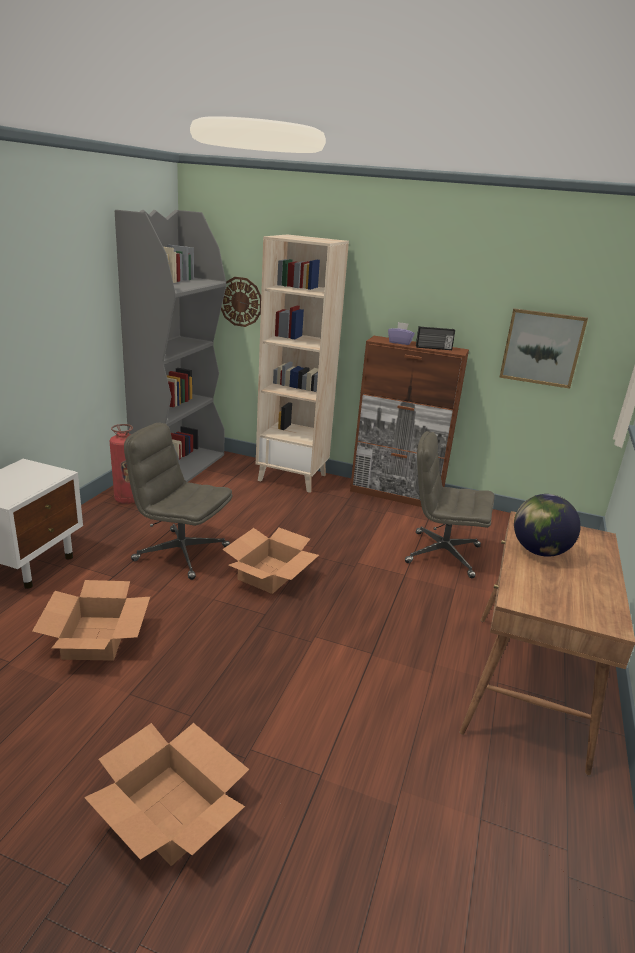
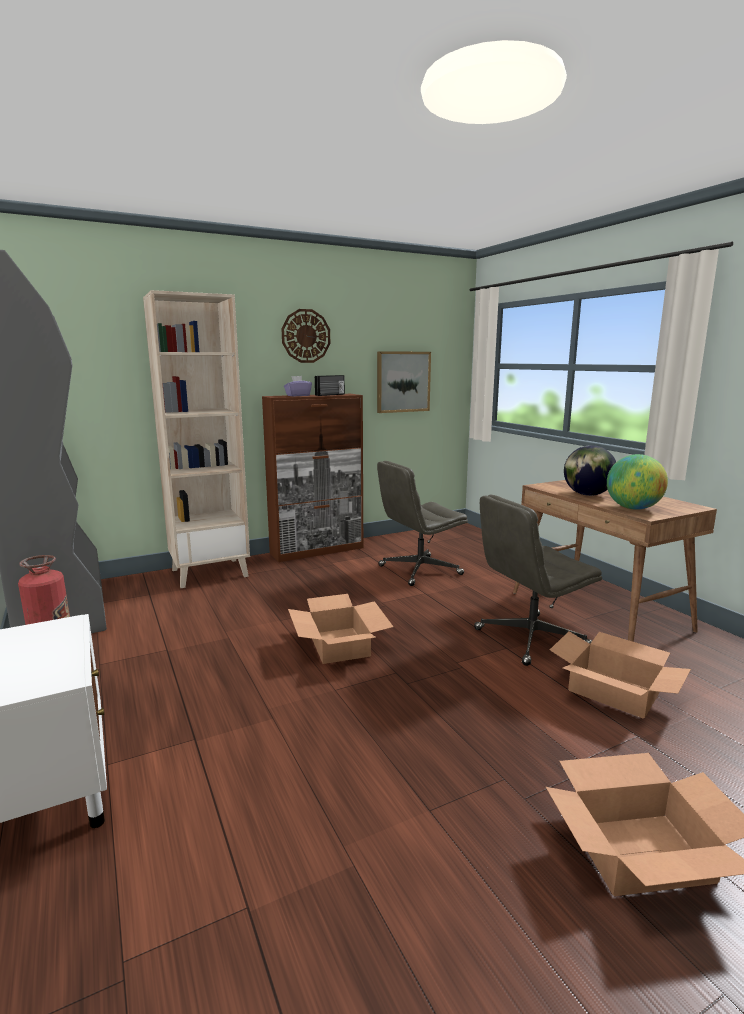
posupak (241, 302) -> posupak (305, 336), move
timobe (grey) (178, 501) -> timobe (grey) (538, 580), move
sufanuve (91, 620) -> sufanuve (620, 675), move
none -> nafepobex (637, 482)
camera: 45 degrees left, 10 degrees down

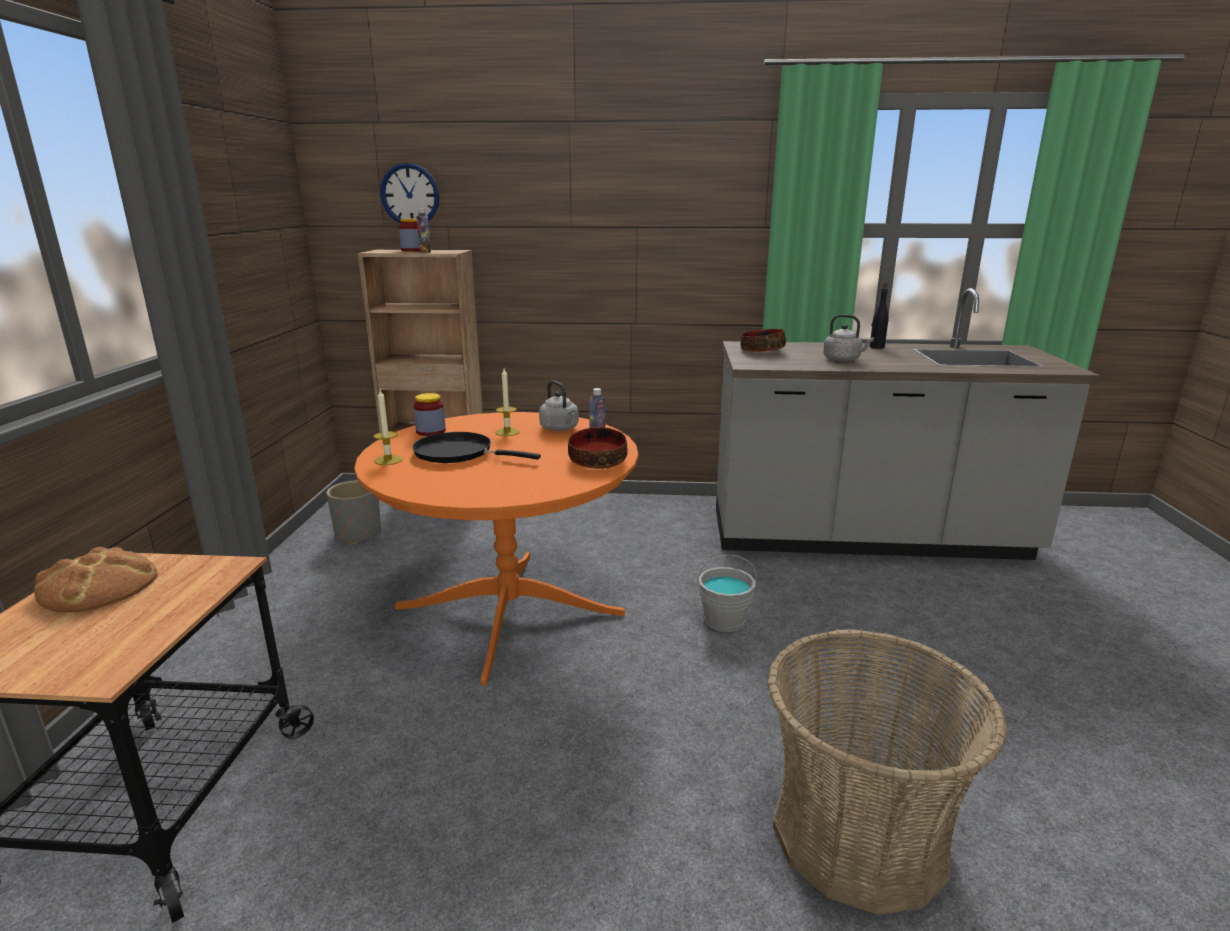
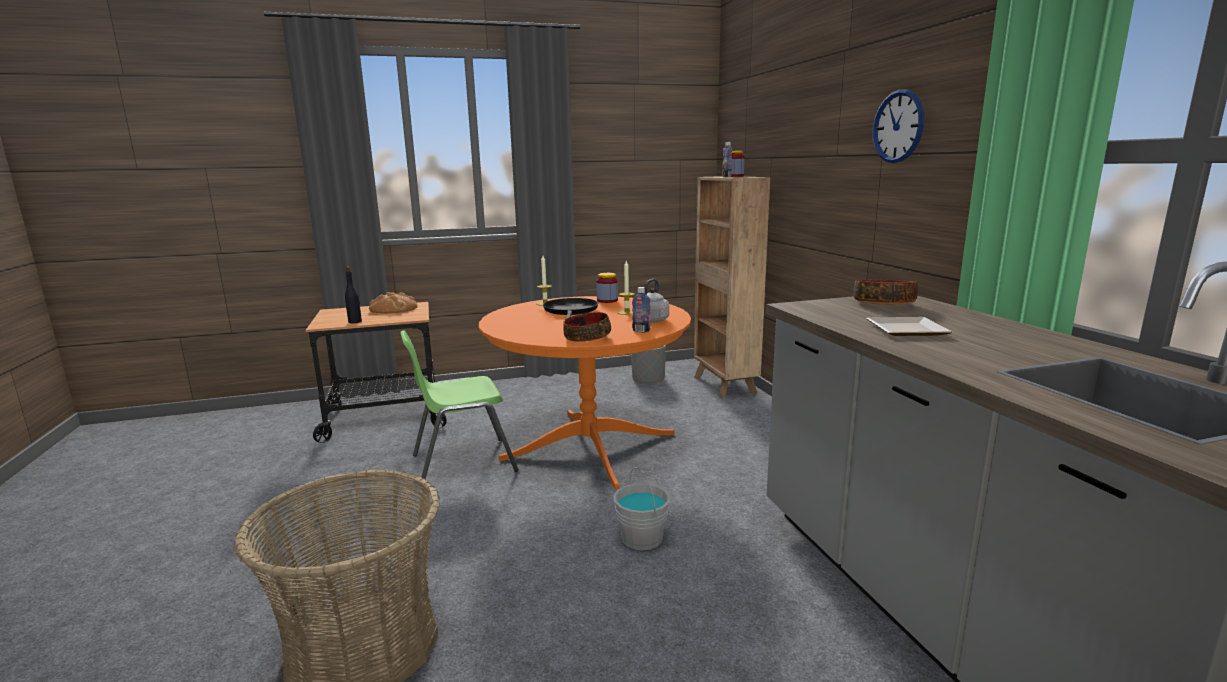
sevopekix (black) (879, 316) -> sevopekix (black) (353, 295), move
none -> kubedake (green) (460, 408)
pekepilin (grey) (848, 338) -> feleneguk (909, 326)
posupak (409, 193) -> posupak (898, 126), move
camera: 70 degrees right, 5 degrees down

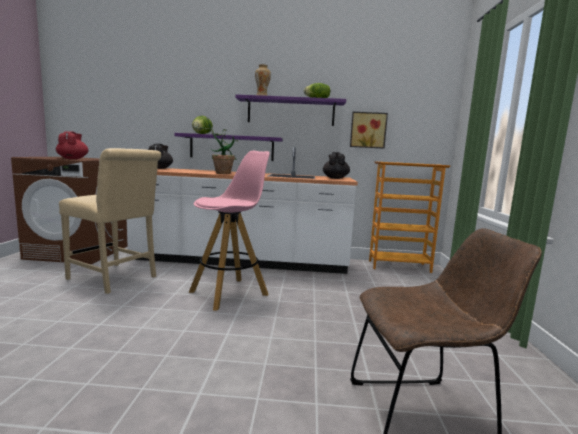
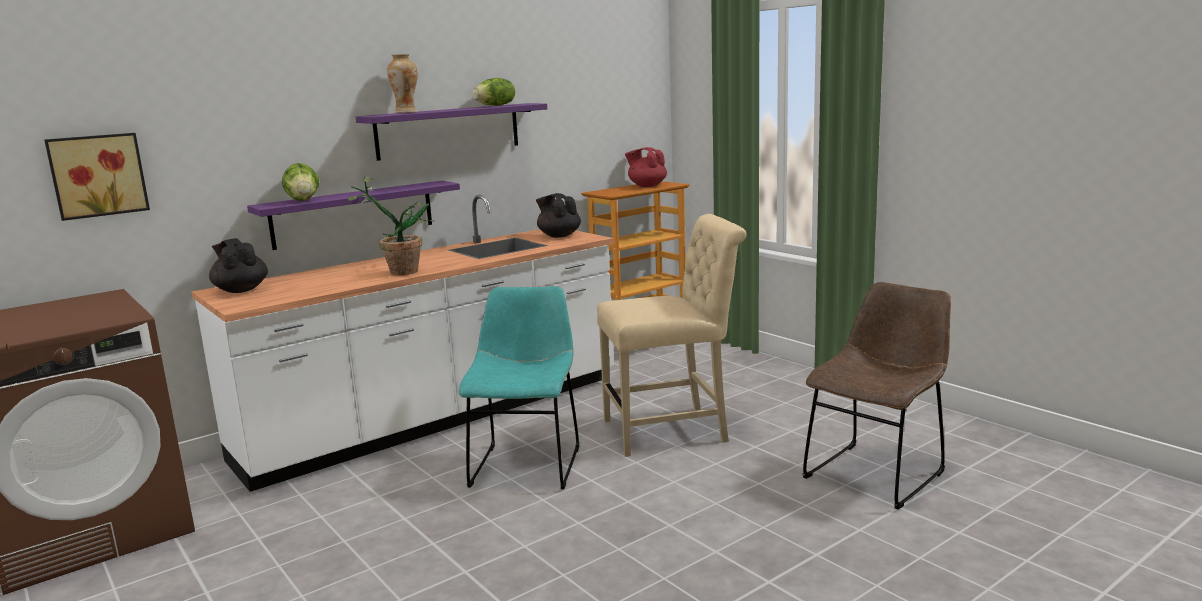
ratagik (369, 130) -> ratagik (97, 177), move
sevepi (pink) (229, 231) -> kubedake (turquoise) (519, 387)
kubedake (beige) (110, 221) -> kubedake (beige) (672, 335), move
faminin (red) (72, 145) -> faminin (red) (646, 167), move
camera: 40 degrees left, 5 degrees up

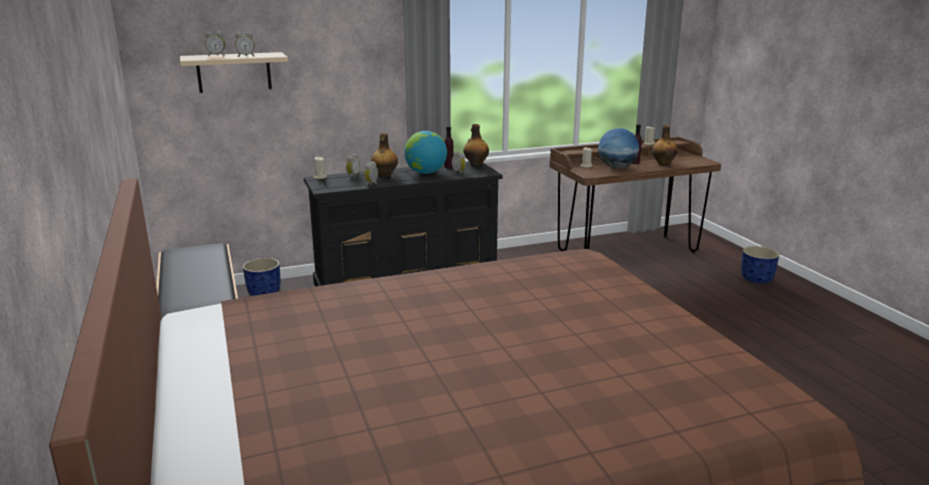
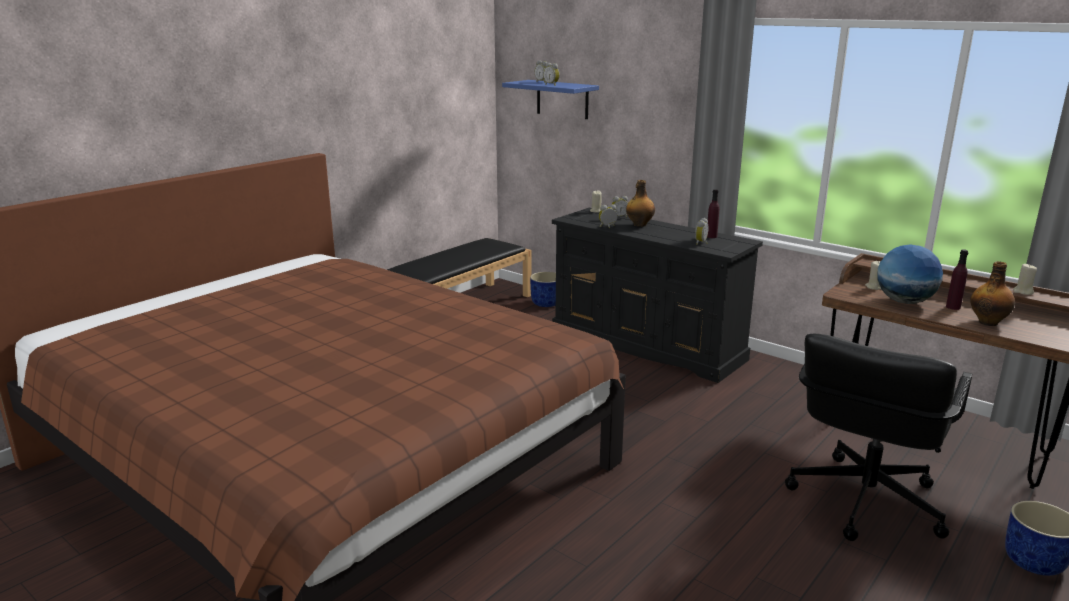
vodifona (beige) (234, 72) -> vodifona (blue) (550, 99)
none -> timobe (black) (878, 437)
nafepobex (425, 152) -> none
sevopekix (476, 145) -> none
camera: 60 degrees right, 0 degrees up

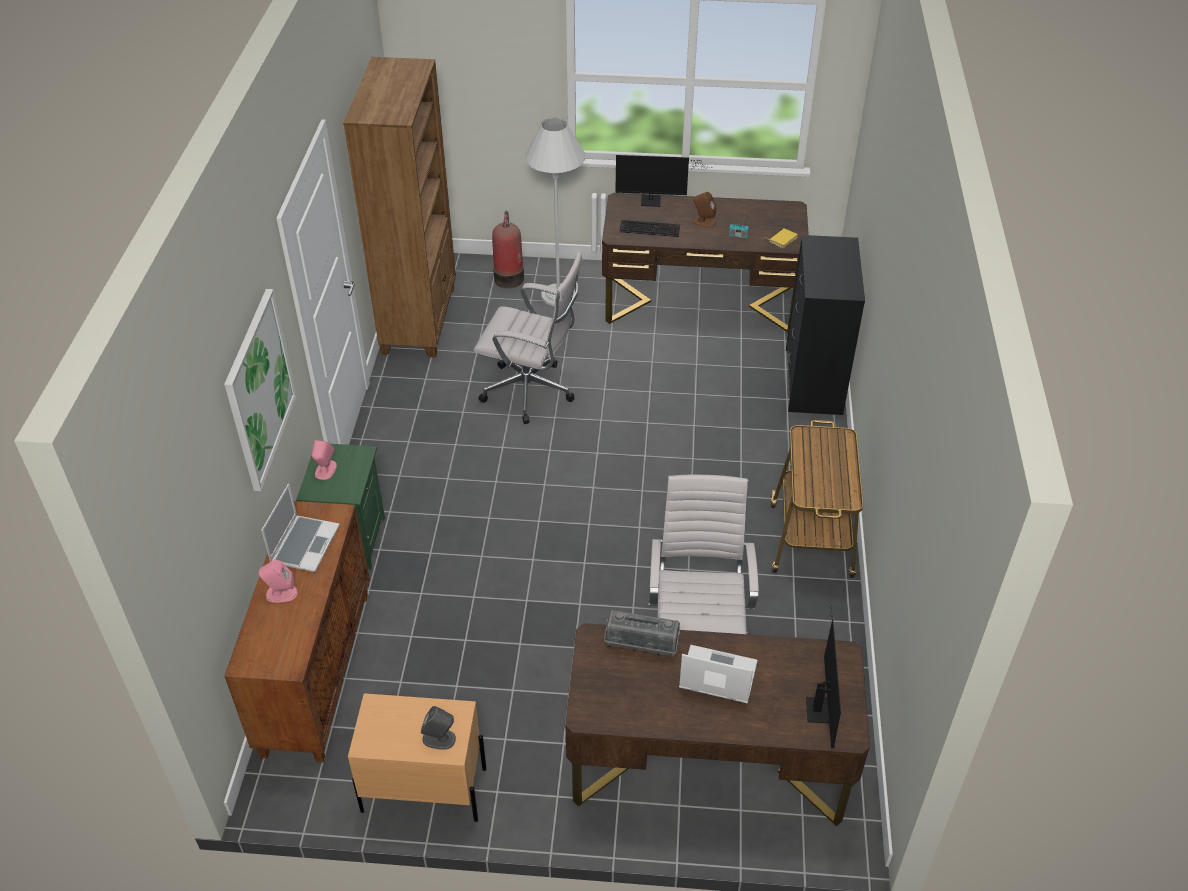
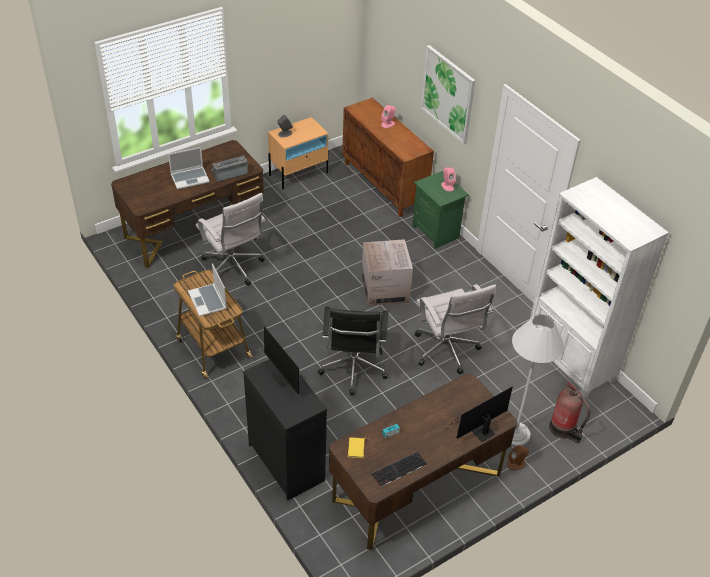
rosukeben (300, 528) -> rosukeben (207, 290), move
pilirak (823, 678) -> pilirak (286, 360), move
none -> timobe (black) (353, 351)
none -> sufanuve (387, 272)
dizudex (649, 228) -> dizudex (399, 469), move
timobe (white) (528, 338) -> timobe (white) (455, 329), 90 degrees counterclockwise
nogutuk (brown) (704, 209) -> nogutuk (brown) (518, 457), move
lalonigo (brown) (399, 207) -> lalonigo (white) (599, 288)
camera: 140 degrees right, 0 degrees up

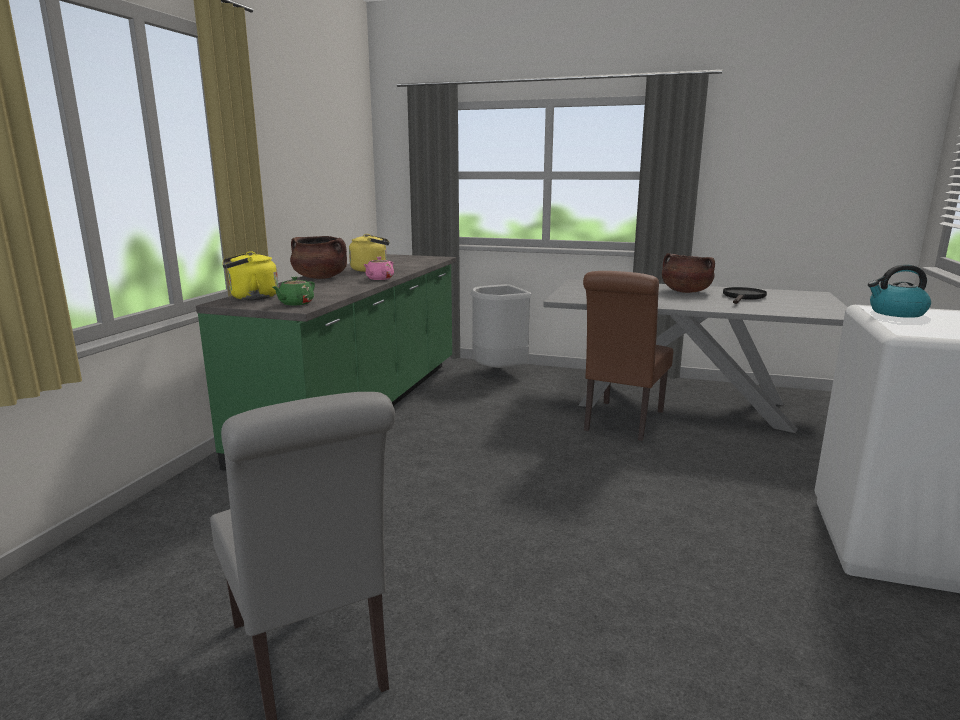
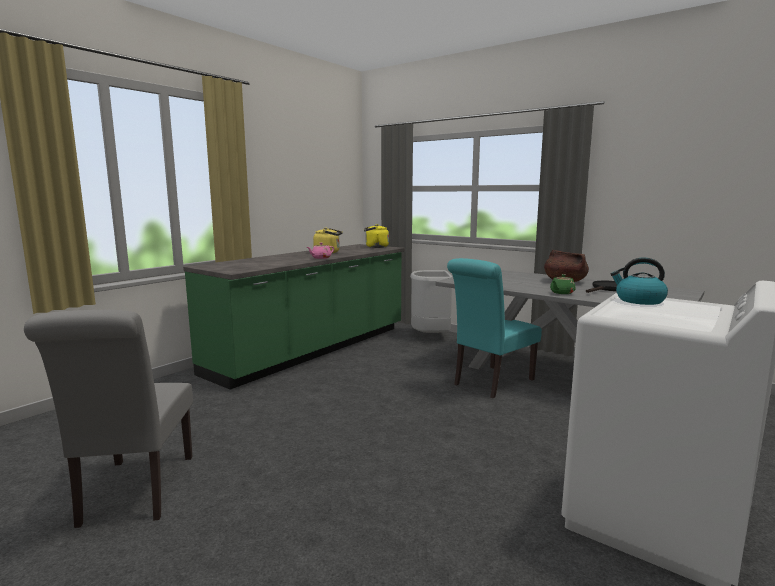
pekepilin (yellow) (250, 275) -> pekepilin (yellow) (376, 236), move
kubedake (brown) (628, 356) -> kubedake (turquoise) (494, 328)
faminin (green) (294, 291) -> faminin (green) (563, 284), move
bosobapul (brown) (318, 257) -> none
camera: 20 degrees right, 5 degrees down

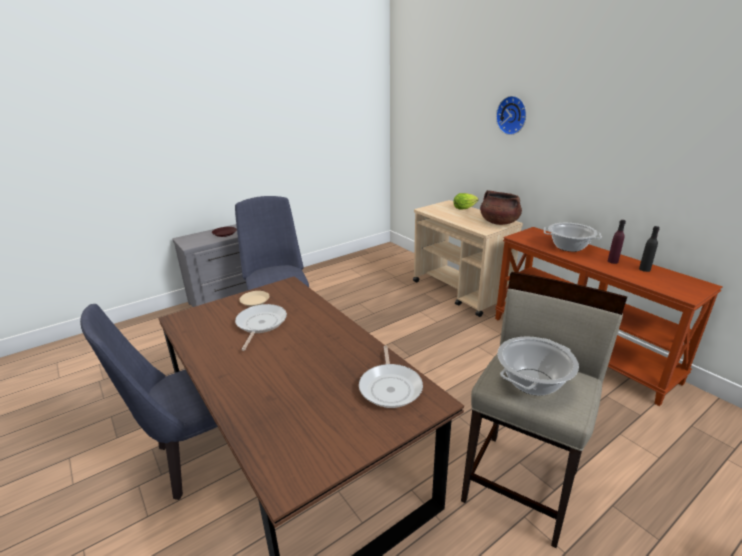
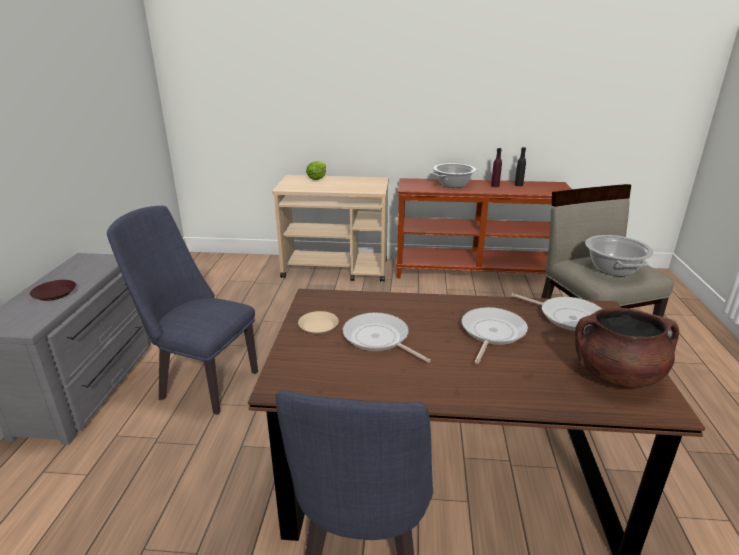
none -> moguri (495, 335)
bosobapul (brown) (501, 207) -> bosobapul (brown) (627, 348), move
posupak (511, 115) -> none
camera: 50 degrees left, 0 degrees up

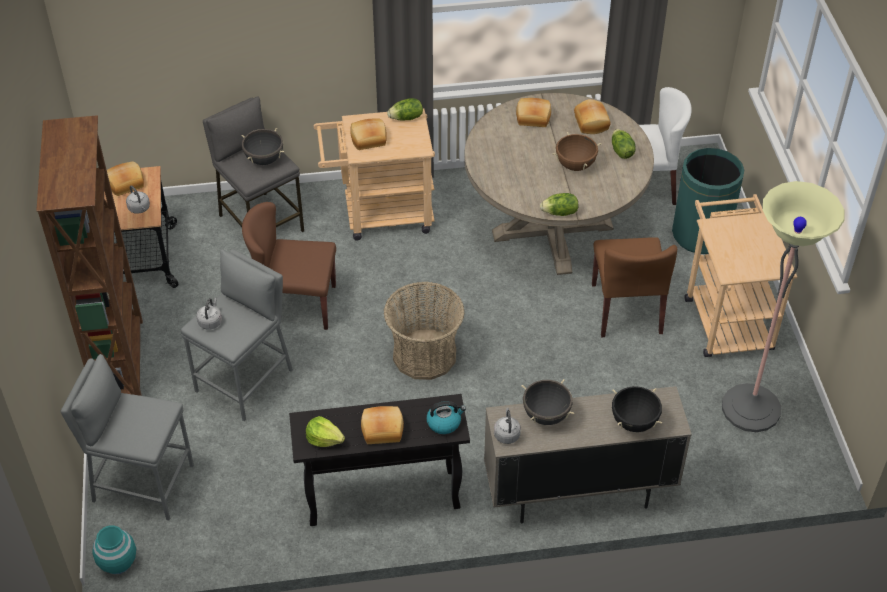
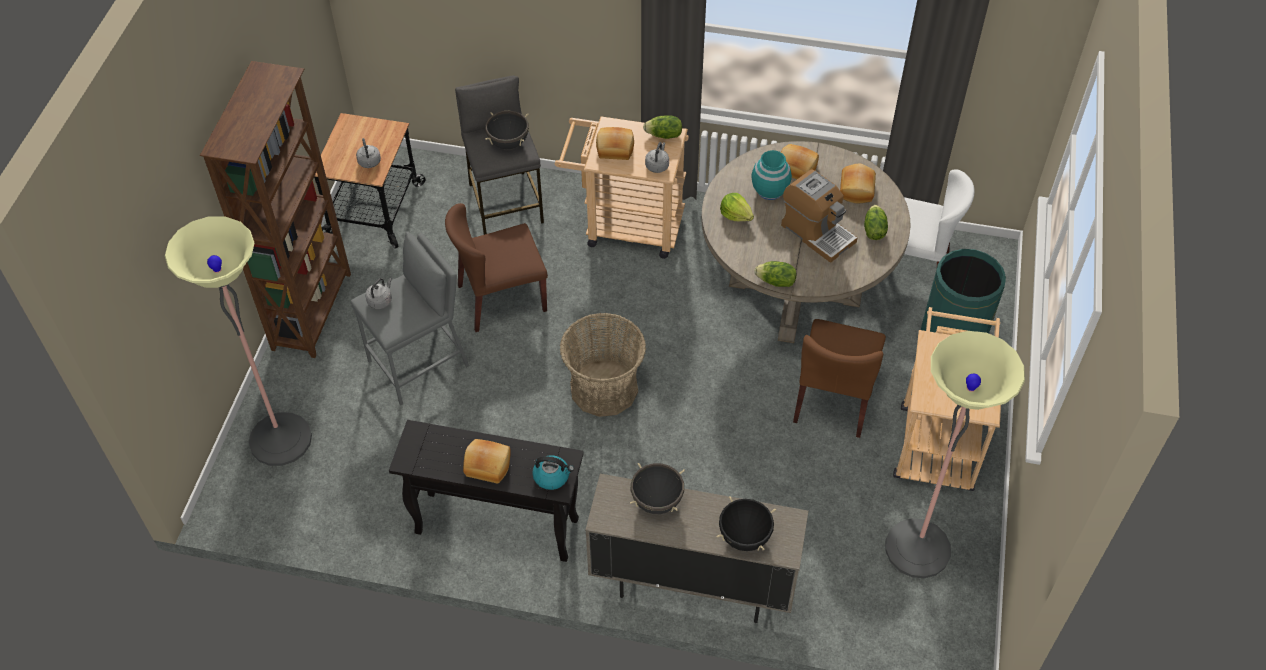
sevepi (grey) (127, 437) -> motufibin (238, 341)
kubedake (brown) (289, 266) -> kubedake (brown) (496, 267), 45 degrees counterclockwise
pekepilin (grey) (507, 426) -> pekepilin (grey) (657, 157), move
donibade (325, 431) -> donibade (737, 207), move
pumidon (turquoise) (114, 549) -> pumidon (turquoise) (771, 175), move
bosobapul (brown) (577, 151) -> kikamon (819, 216)
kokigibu (125, 178) -> none
camera: 20 degrees right, 5 degrees up

